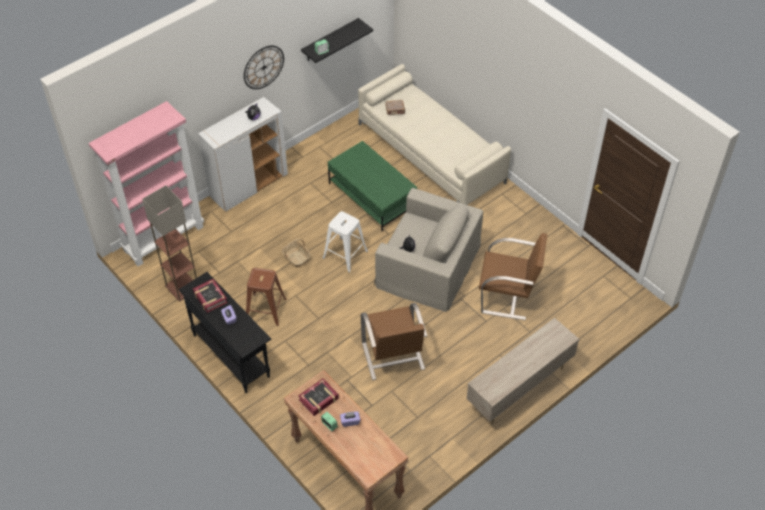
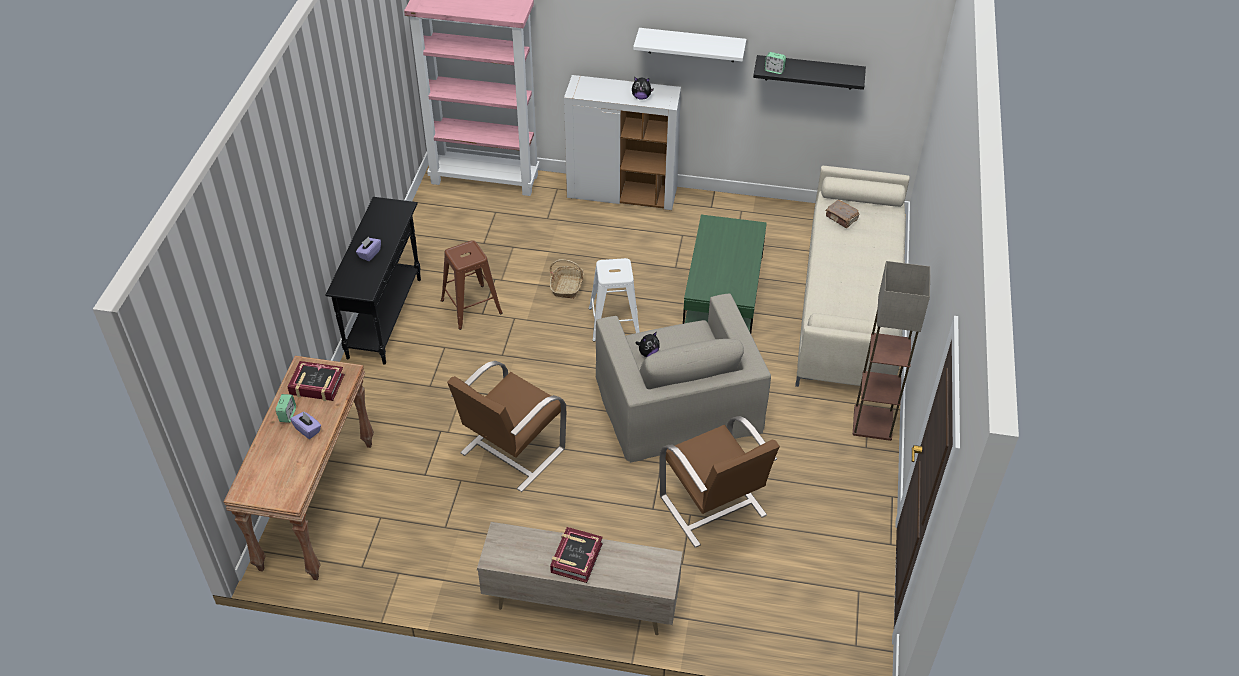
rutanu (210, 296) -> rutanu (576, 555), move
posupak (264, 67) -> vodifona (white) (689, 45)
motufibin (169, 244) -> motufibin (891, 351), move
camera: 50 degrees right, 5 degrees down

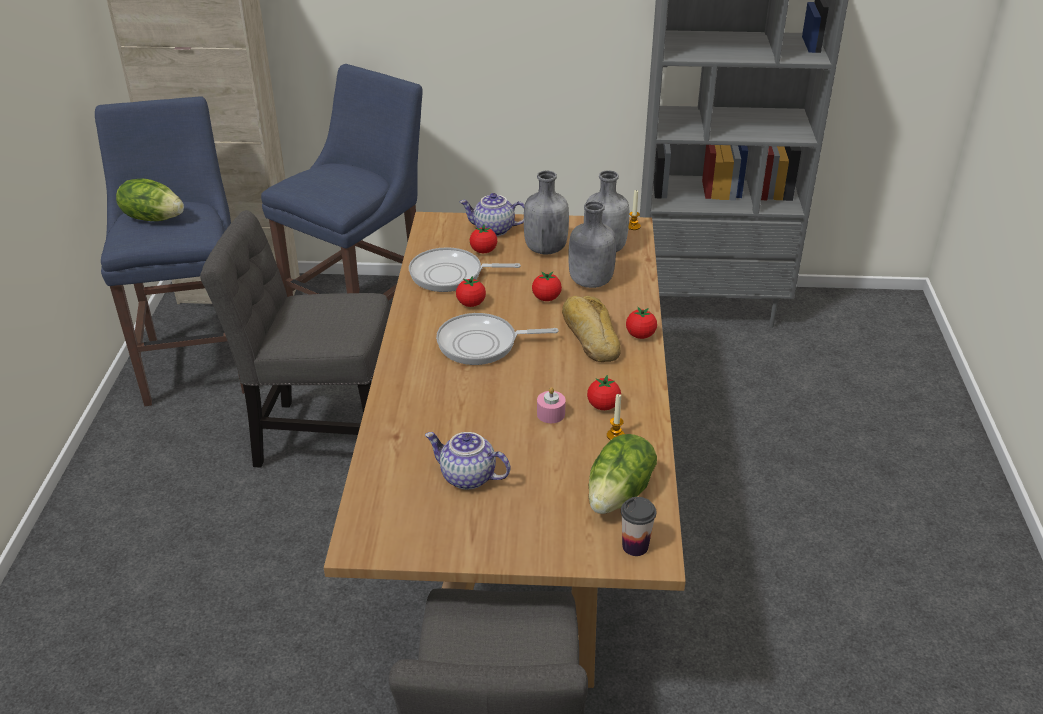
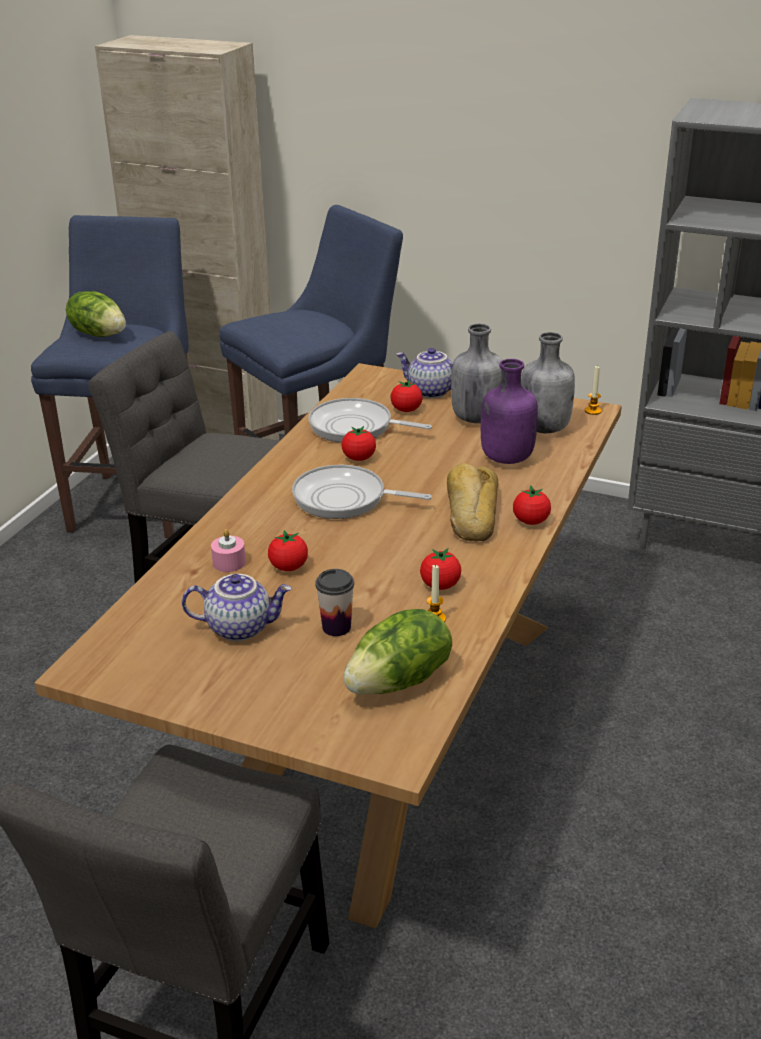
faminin (468, 461) -> faminin (237, 607), 135 degrees clockwise
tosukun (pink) (551, 405) -> tosukun (pink) (228, 550), move
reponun (547, 286) -> reponun (288, 550), move
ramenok (638, 526) -> ramenok (334, 602), move
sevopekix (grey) (592, 244) -> sevopekix (purple) (509, 411)
camera: 20 degrees right, 5 degrees down

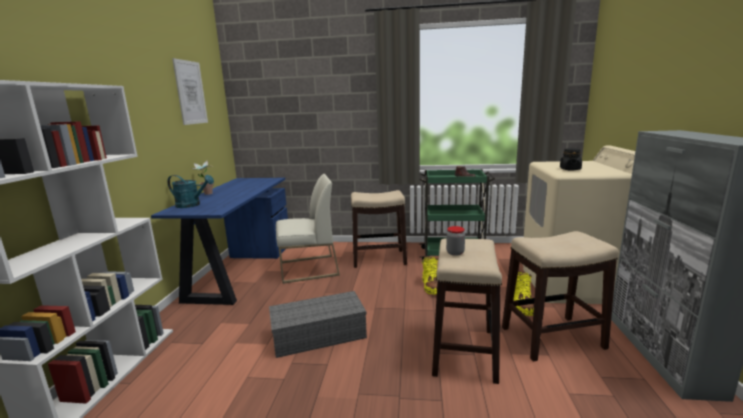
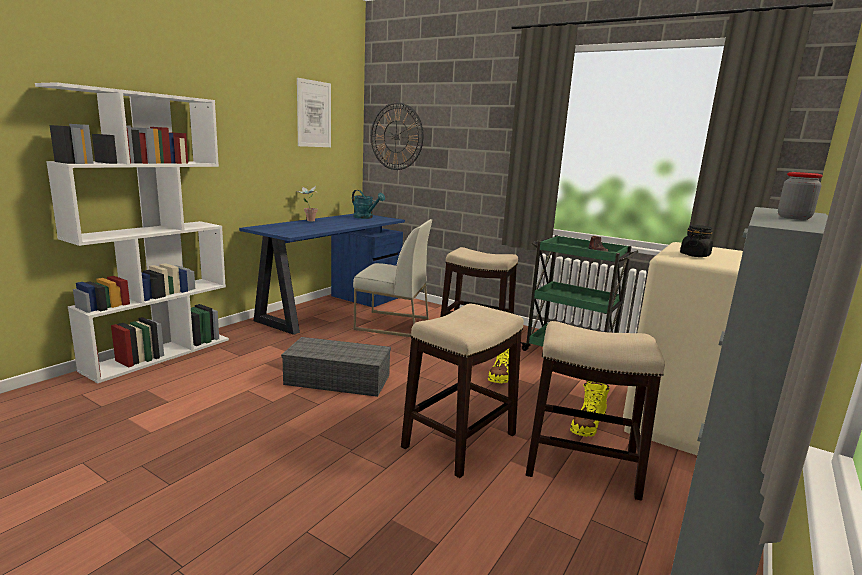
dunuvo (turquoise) (191, 191) -> dunuvo (turquoise) (368, 204), move
none -> posupak (397, 136)
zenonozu (455, 241) -> zenonozu (800, 196), move
camera: 25 degrees right, 0 degrees up

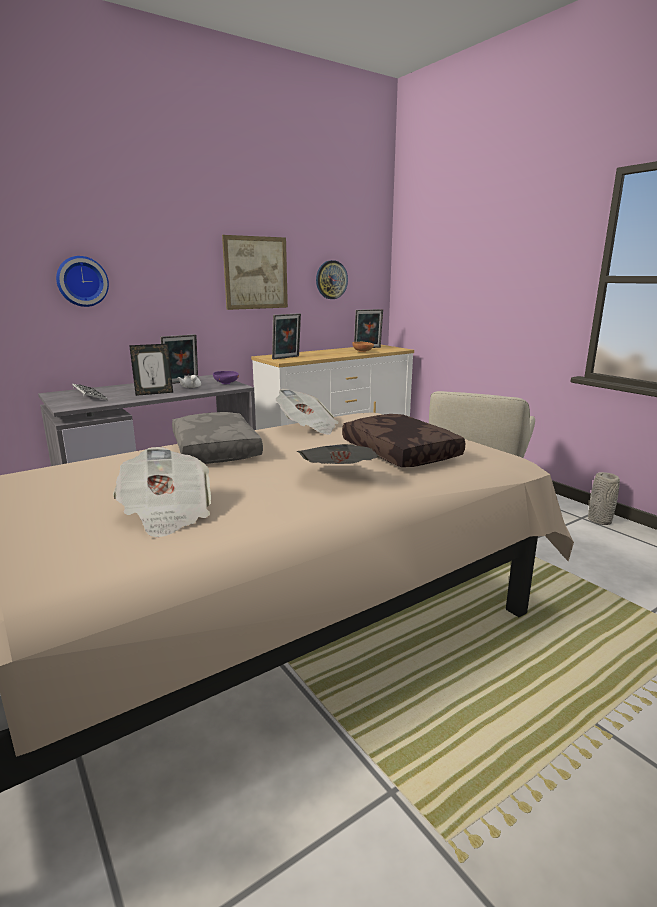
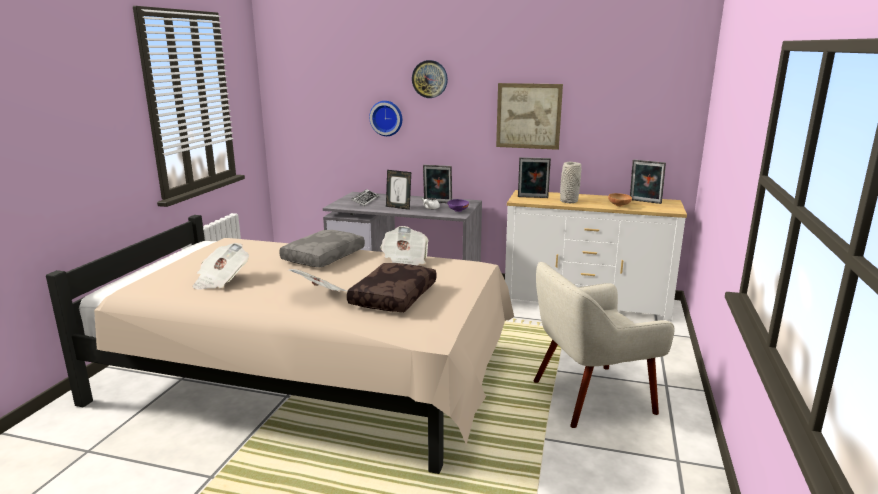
posupak (332, 279) -> posupak (430, 79), move
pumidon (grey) (604, 498) -> pumidon (grey) (570, 182), move
camera: 50 degrees right, 0 degrees up

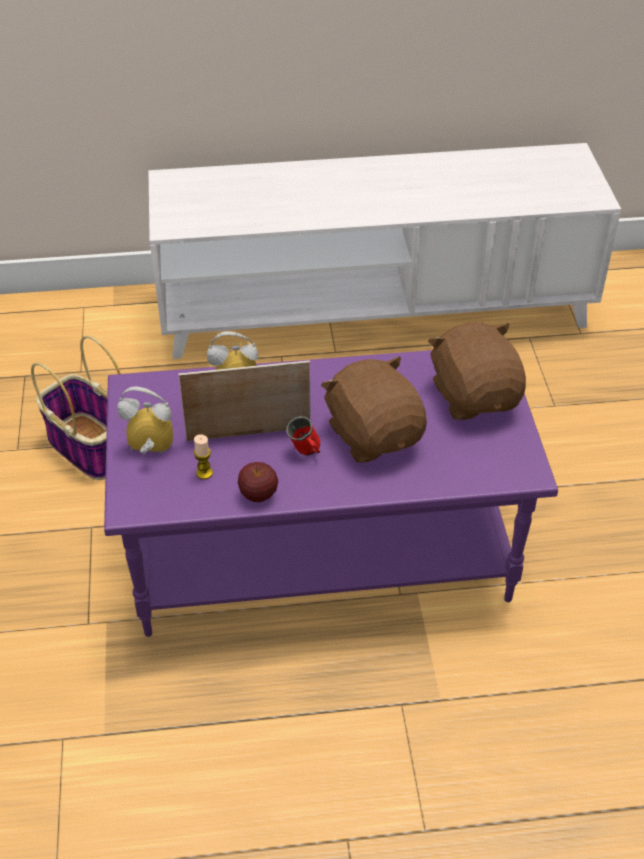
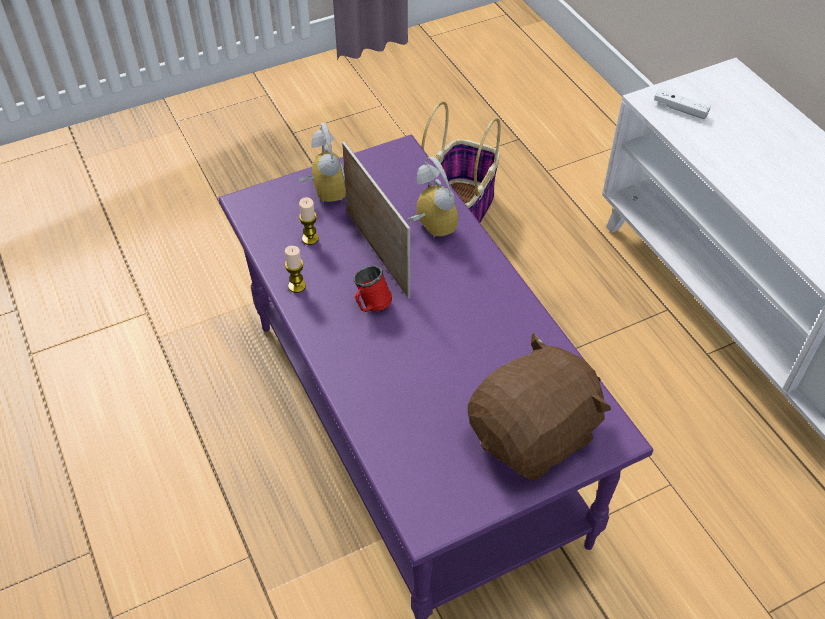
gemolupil (258, 482) -> tosukun (295, 269)
none -> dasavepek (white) (682, 104)
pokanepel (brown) (374, 409) -> none
camera: 70 degrees right, 5 degrees up

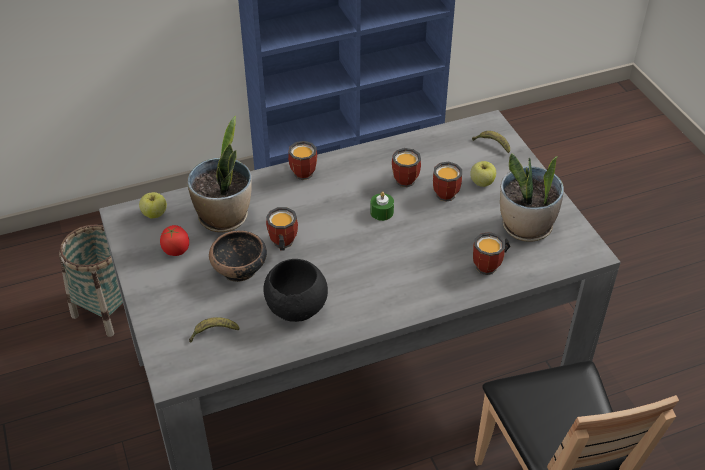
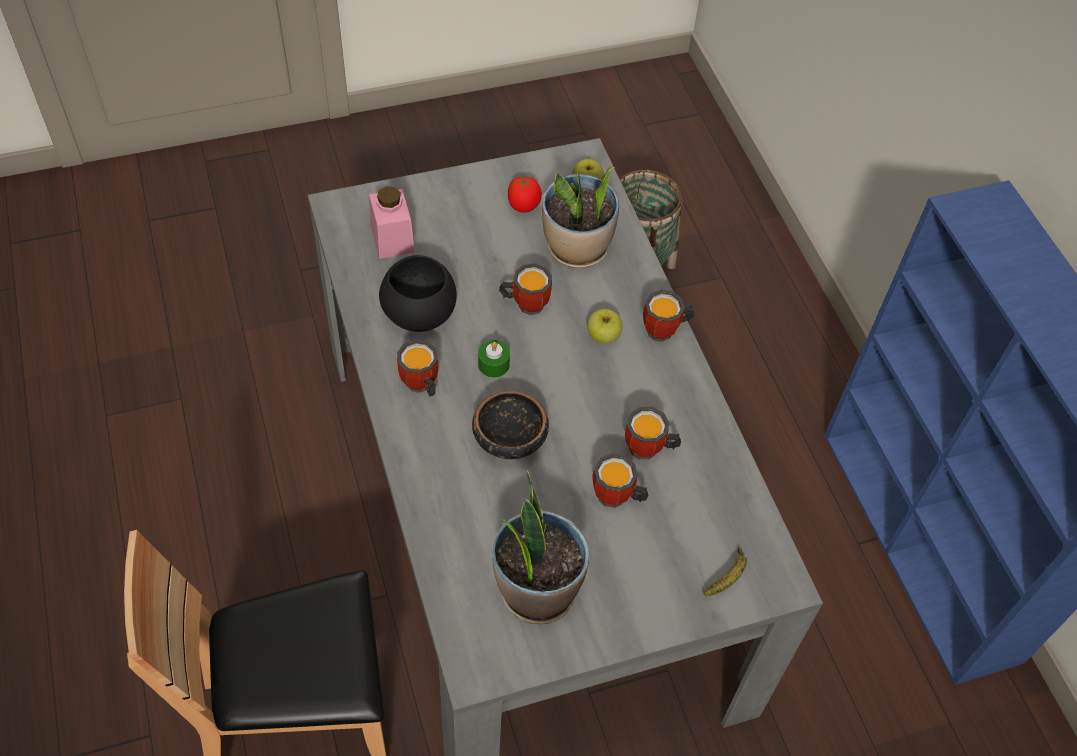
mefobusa (214, 330) -> zenonozu (pink) (392, 222)
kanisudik (492, 253) -> kanisudik (418, 368), move
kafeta (238, 256) -> kafeta (510, 425), move
tosukun (green) (382, 206) -> tosukun (green) (494, 359), move
gemolupil (483, 174) -> gemolupil (604, 326), move
camera: 90 degrees right, 10 degrees up

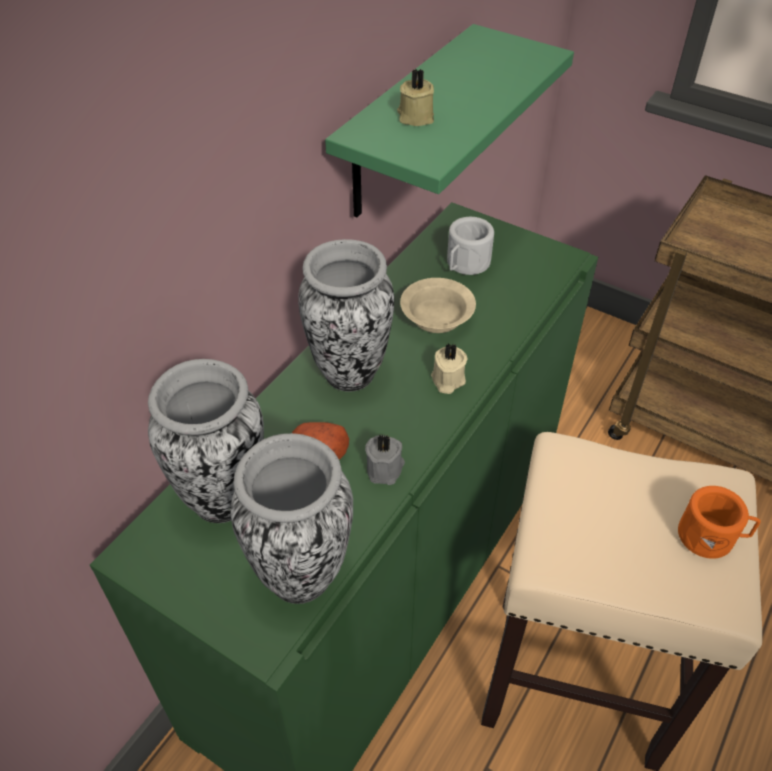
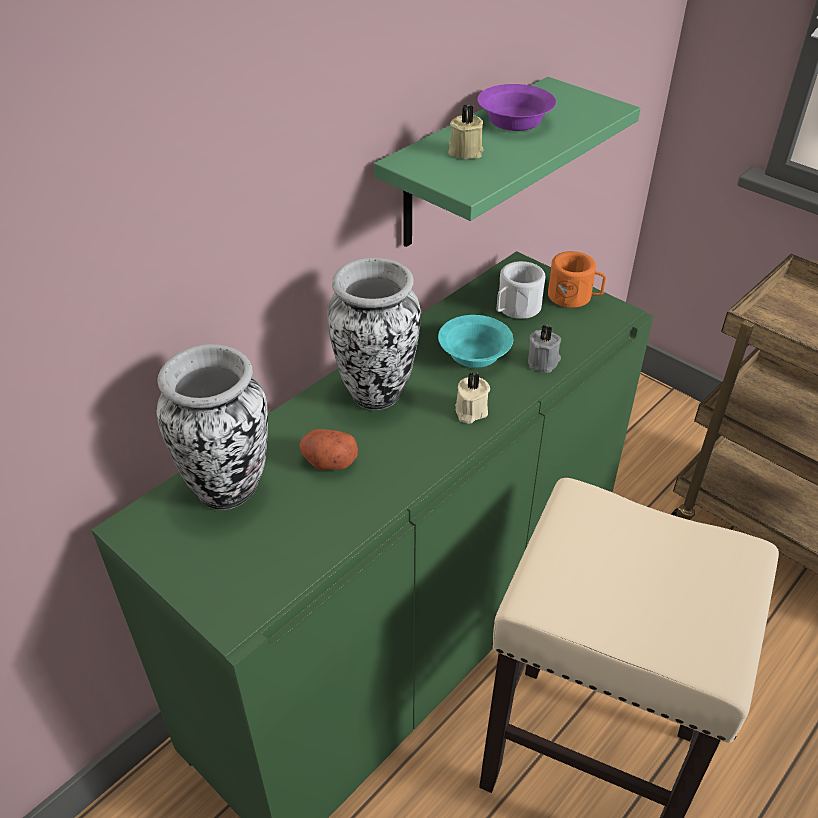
kafeta (beige) (438, 305) -> kafeta (turquoise) (475, 341)
none -> kafeta (purple) (516, 107)
tosukun (grey) (385, 460) -> tosukun (grey) (544, 349), move
kanisudik (orange) (719, 522) -> kanisudik (orange) (577, 279), move
pumidon (291, 518) -> none
camera: 10 degrees right, 5 degrees down

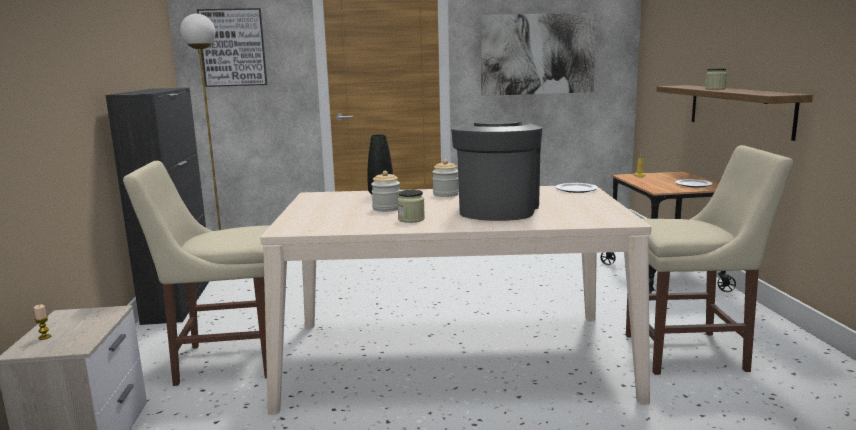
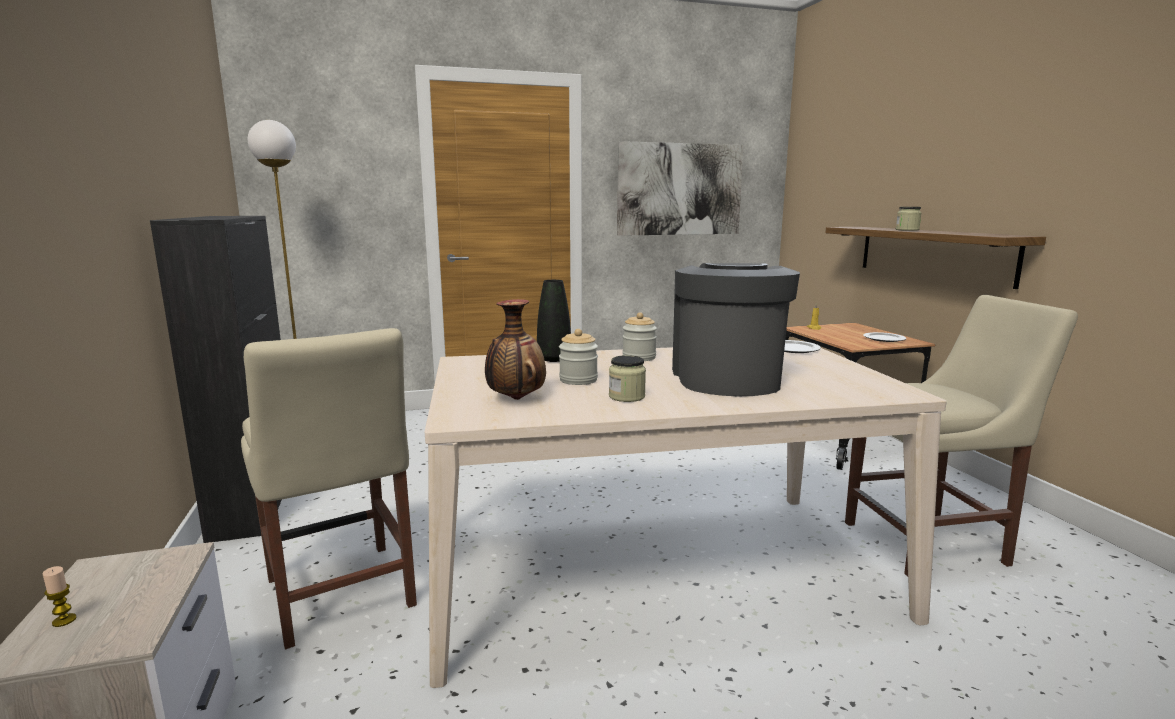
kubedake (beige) (196, 273) -> kubedake (beige) (329, 488), 105 degrees counterclockwise
none -> pumidon (515, 349)
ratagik (232, 47) -> none
camera: 10 degrees left, 0 degrees up

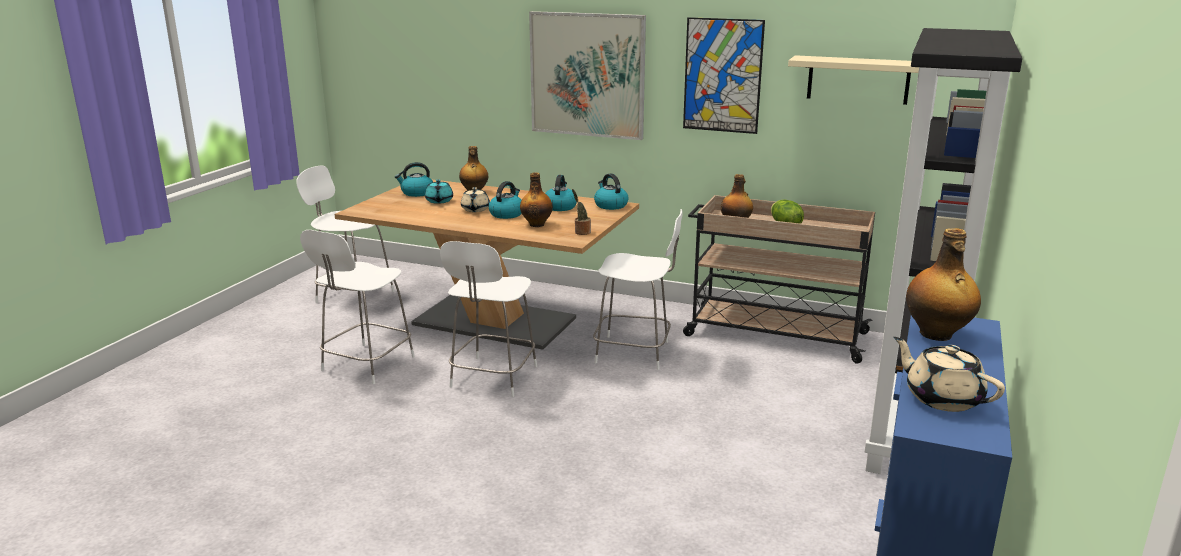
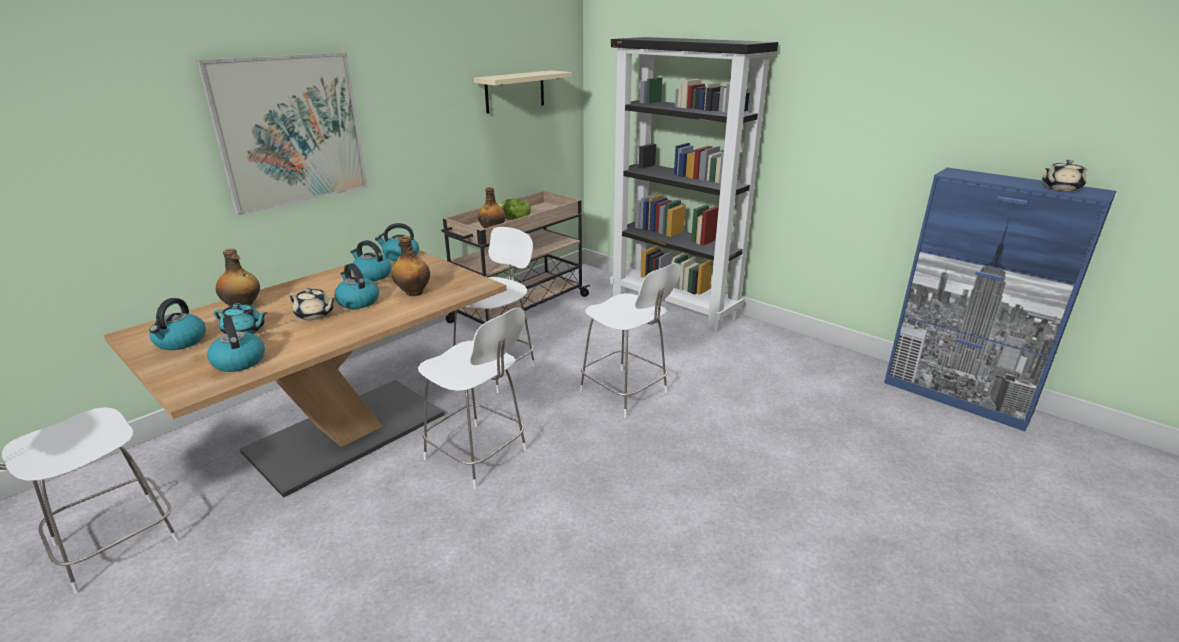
none -> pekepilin (236, 344)
kubedake (white) (357, 307) -> kubedake (white) (630, 340), move
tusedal (581, 212) -> none
ratagik (724, 75) -> none
sevopekix (943, 284) -> none
camera: 70 degrees left, 5 degrees up

